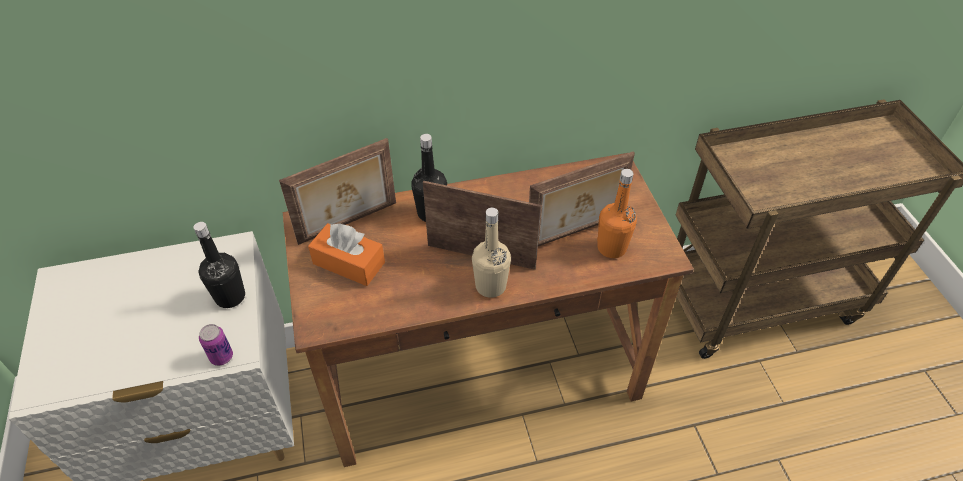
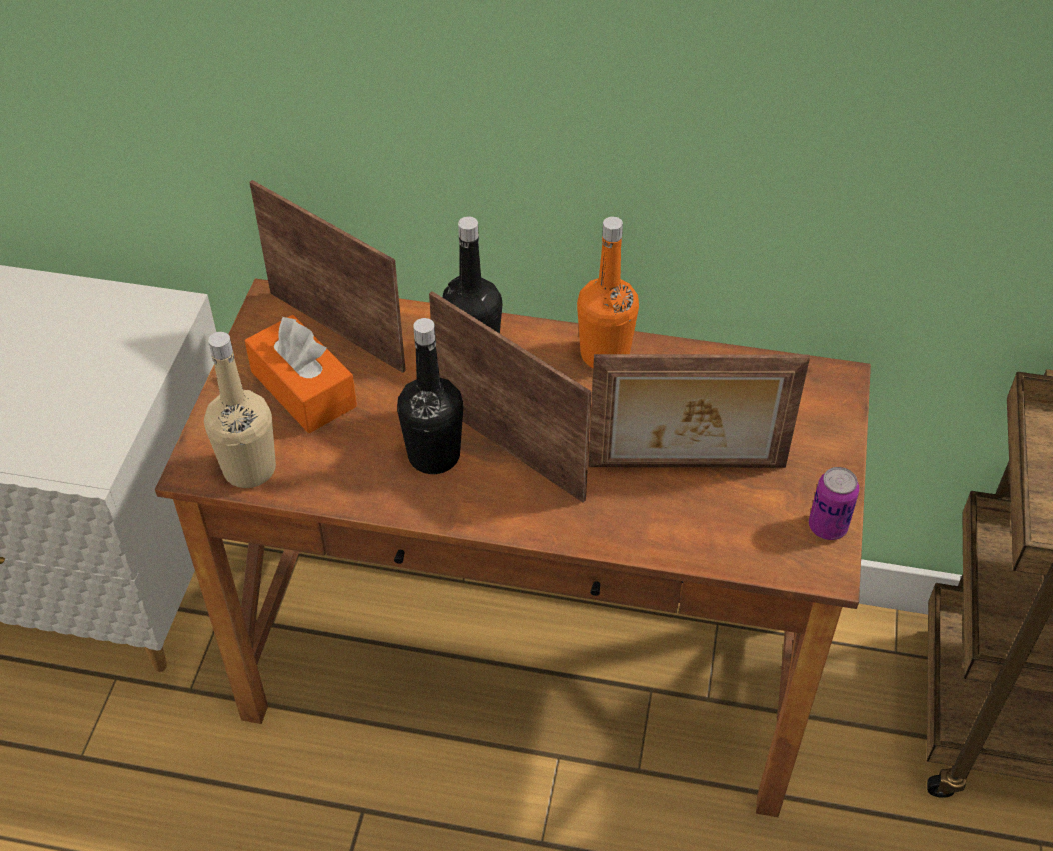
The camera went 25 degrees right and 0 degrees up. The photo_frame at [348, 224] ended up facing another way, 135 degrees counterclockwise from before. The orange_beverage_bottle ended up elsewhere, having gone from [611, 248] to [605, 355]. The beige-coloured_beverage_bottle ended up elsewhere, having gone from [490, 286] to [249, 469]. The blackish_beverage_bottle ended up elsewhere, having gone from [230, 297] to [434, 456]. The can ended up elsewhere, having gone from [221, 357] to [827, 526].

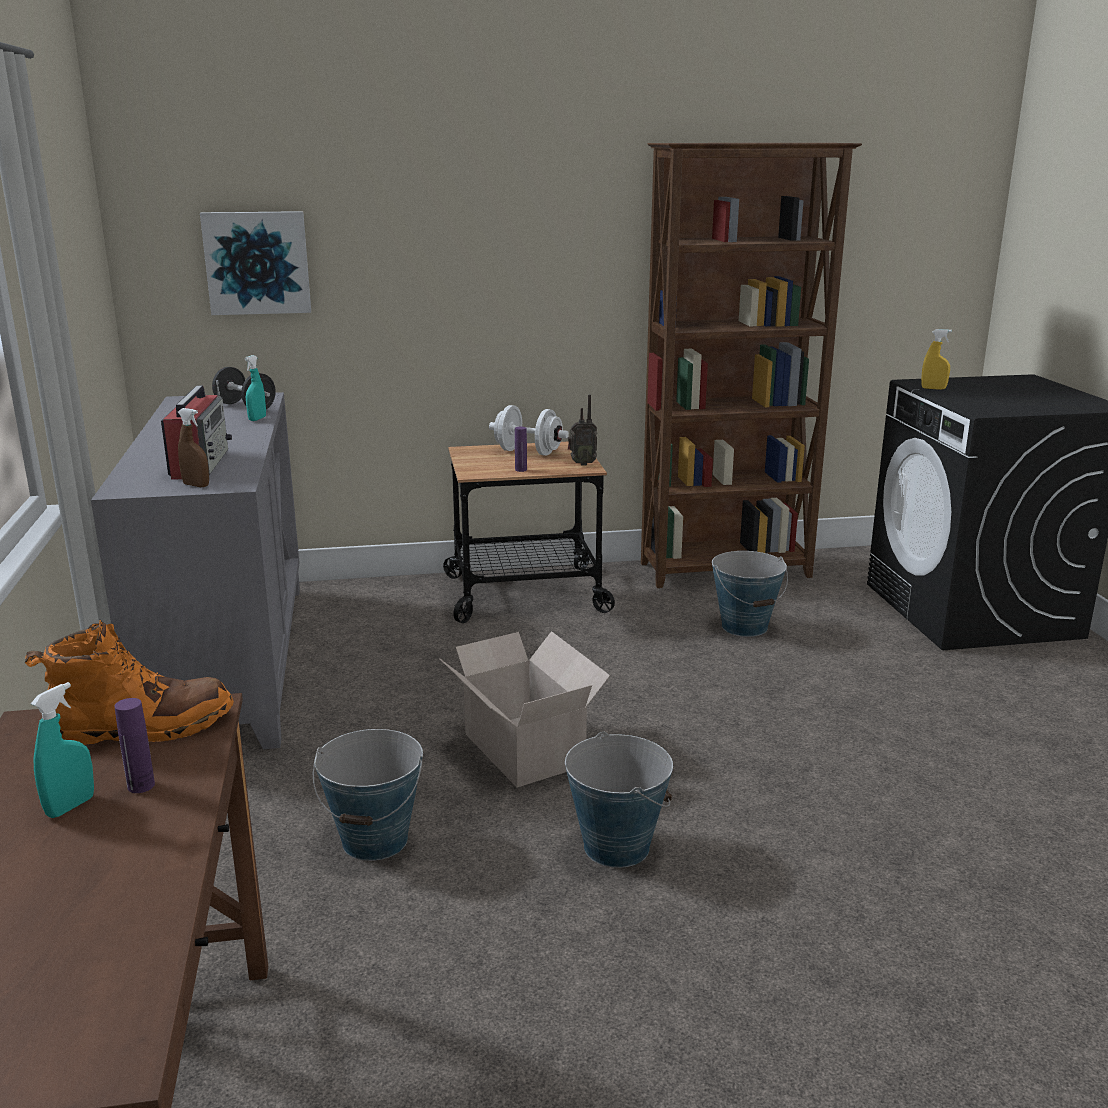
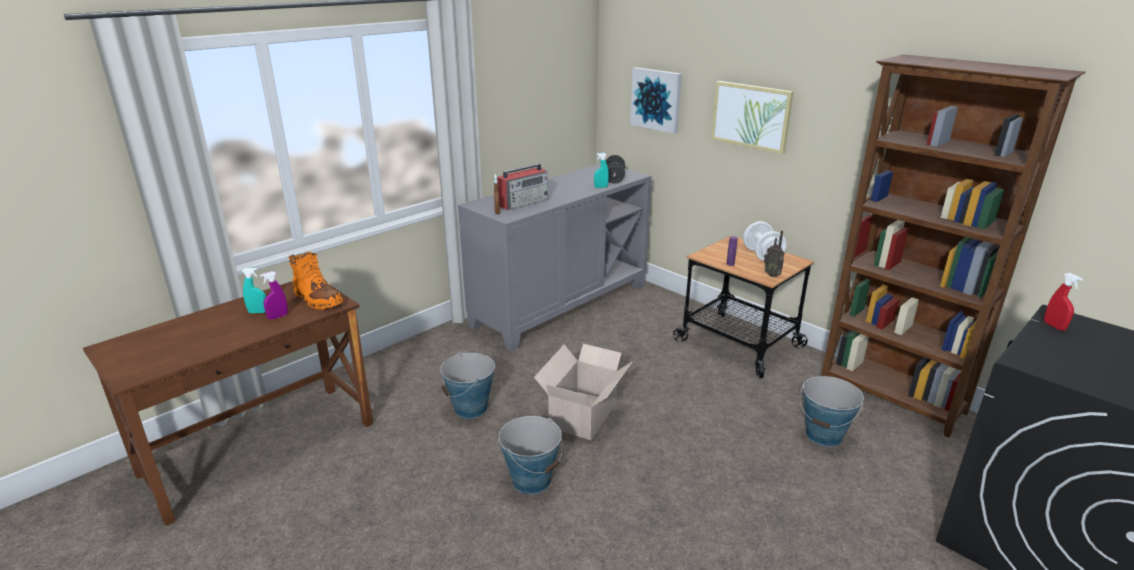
The camera went 55 degrees right and 5 degrees up. What was the yellowish_spray_bottle at [933, 388] turned into the red_spray_bottle at [1054, 326]. Where the purple_beverage_bottle stood at [141, 786], the purple_spray_bottle came to stand at [278, 317]. The second view gained the picture at [751, 116].

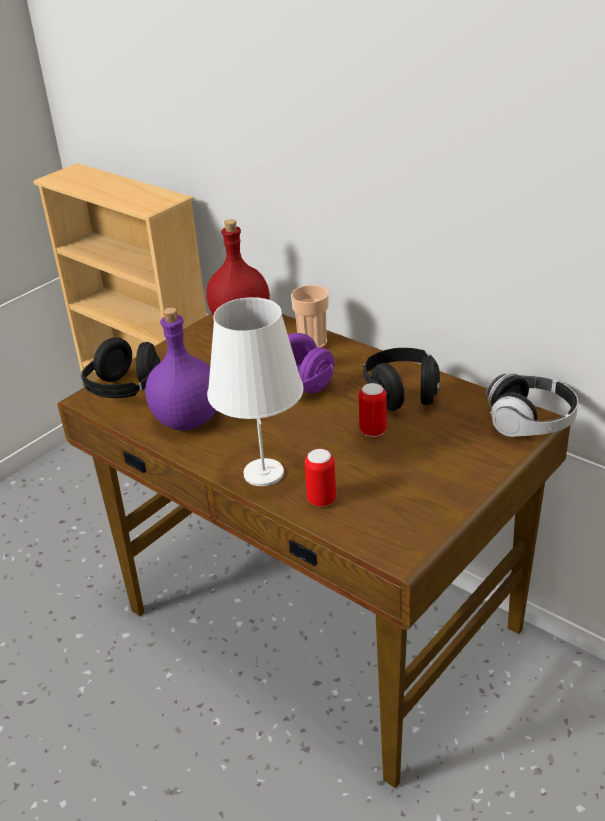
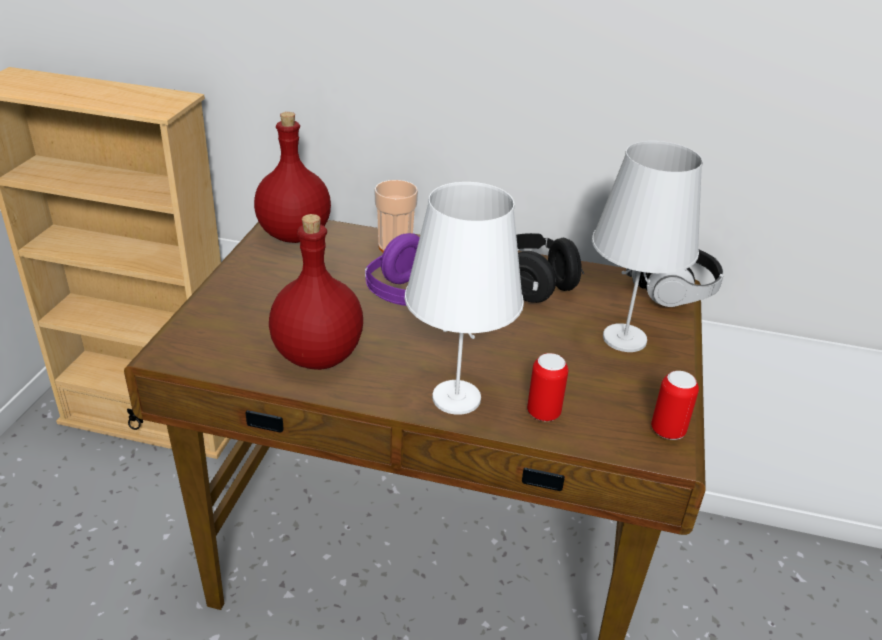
The camera went 30 degrees left and 0 degrees up. What was the purple_beverage_bottle at [186, 420] turned into the red_beverage_bottle at [316, 357]. The second view lost the blackish_headphones at [125, 390]. The can ended up elsewhere, having gone from [373, 431] to [667, 431]. The second view gained the white-coloured_lamp_for_a_table at [625, 338].

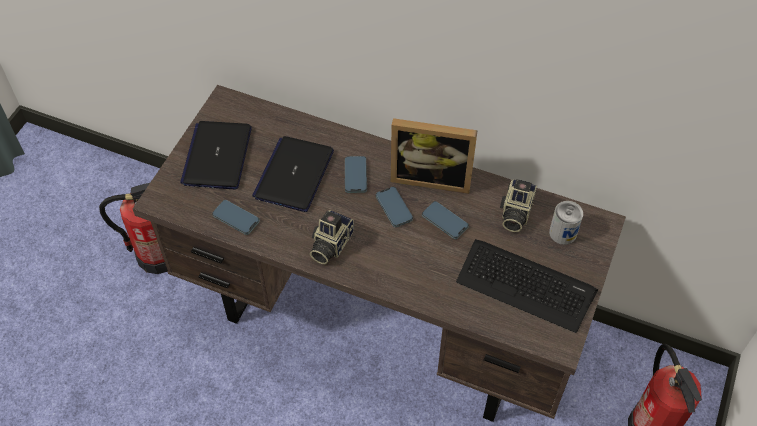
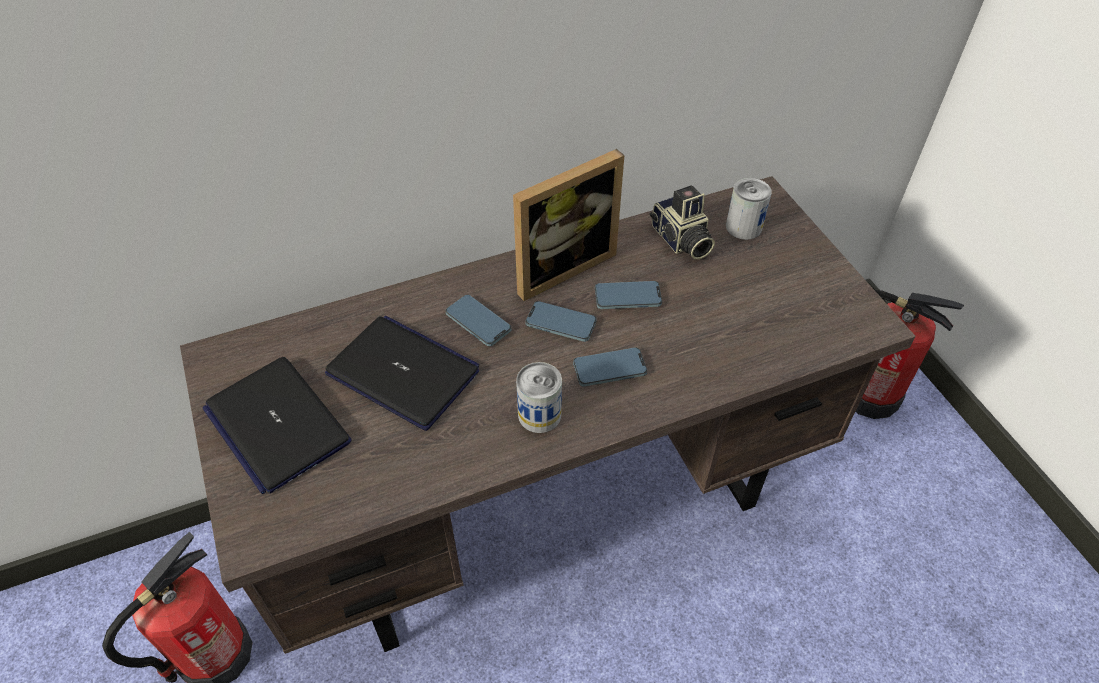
The camera went 45 degrees left and 5 degrees down. The notebook_computer at [294, 174] ended up facing another way, 150 degrees clockwise from before. The phone ended up elsewhere, having gone from [236, 218] to [609, 369]. Where the photo_camera stood at [330, 244], the can came to stand at [539, 414]. The second view lost the PC_keyboard at [525, 285].

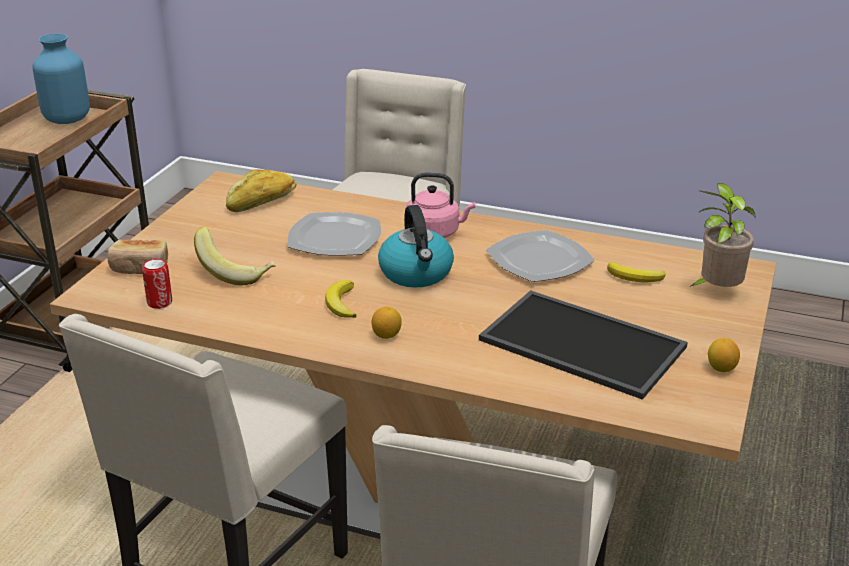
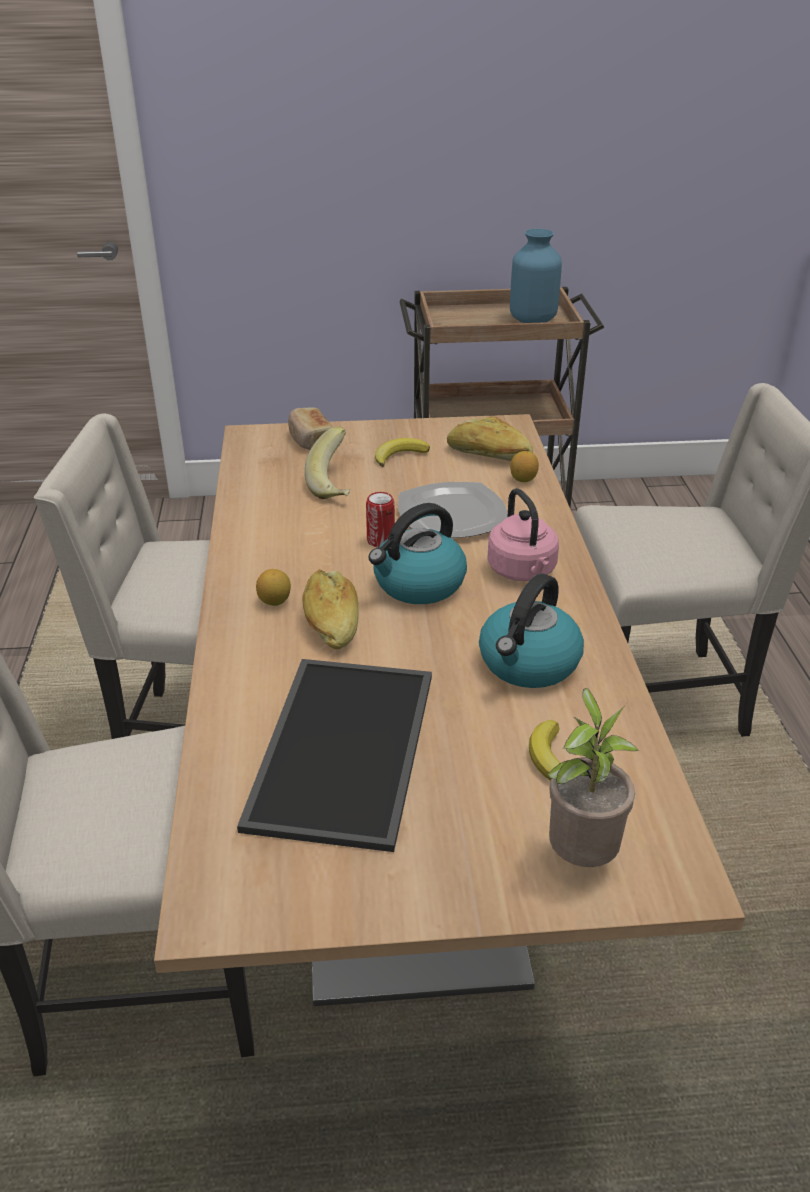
The camera went 65 degrees right and 5 degrees up. Where the flat_dish stood at [539, 259], the kettle came to stand at [528, 664]. The can ended up elsewhere, having gone from [159, 302] to [380, 541]. The banana ended up elsewhere, having gone from [341, 303] to [399, 455]. The whole_lemon ended up elsewhere, having gone from [721, 368] to [523, 479]. The second view gained the baked_bread at [330, 621].

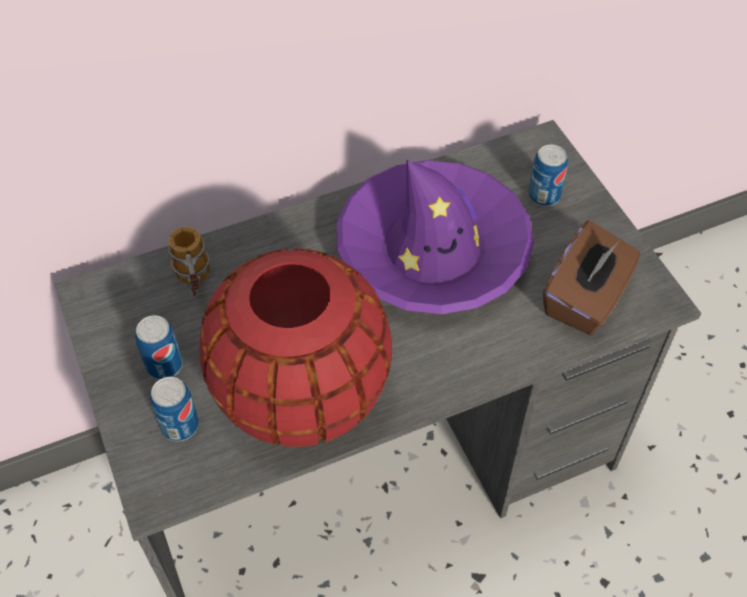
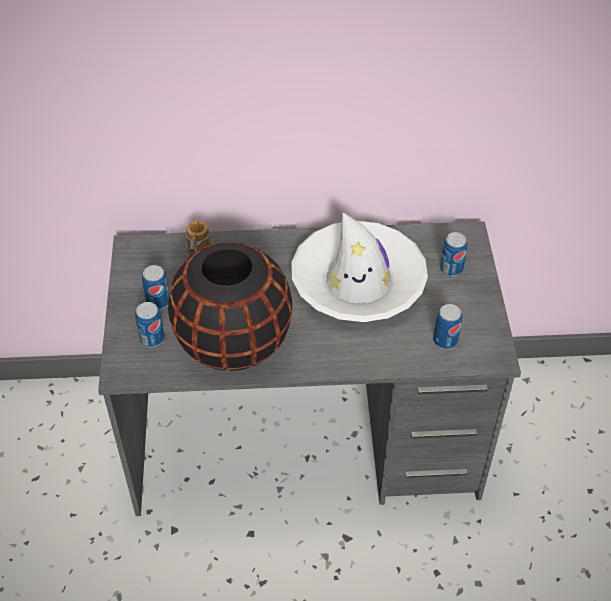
The camera went 20 degrees right and 5 degrees down. What was the purple_wearable_hat at [433, 250] turned into the white-coloured_wearable_hat at [358, 282]. Where the brown_tissue_box stood at [585, 298], the can came to stand at [445, 340]. What was the red_vase at [301, 393] turned into the blackish_vase at [233, 342].

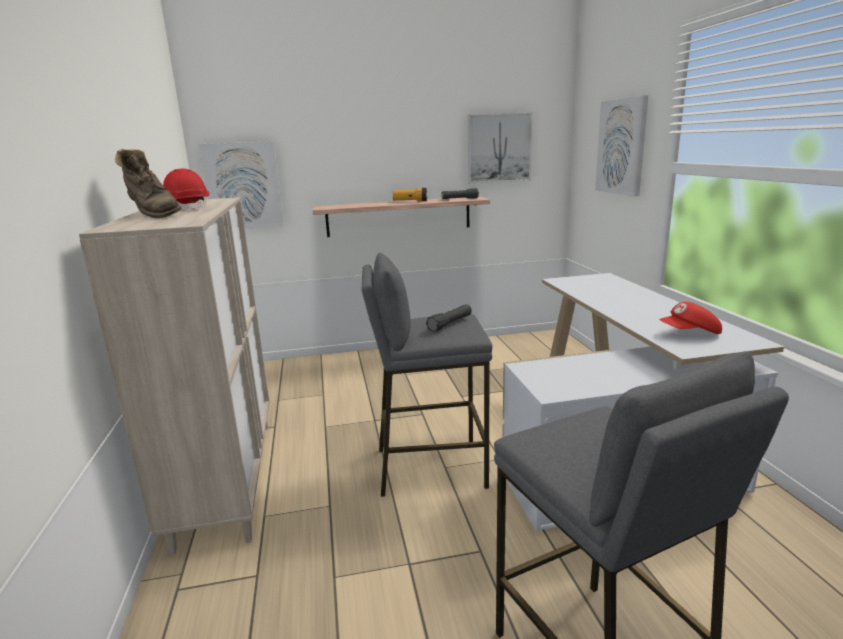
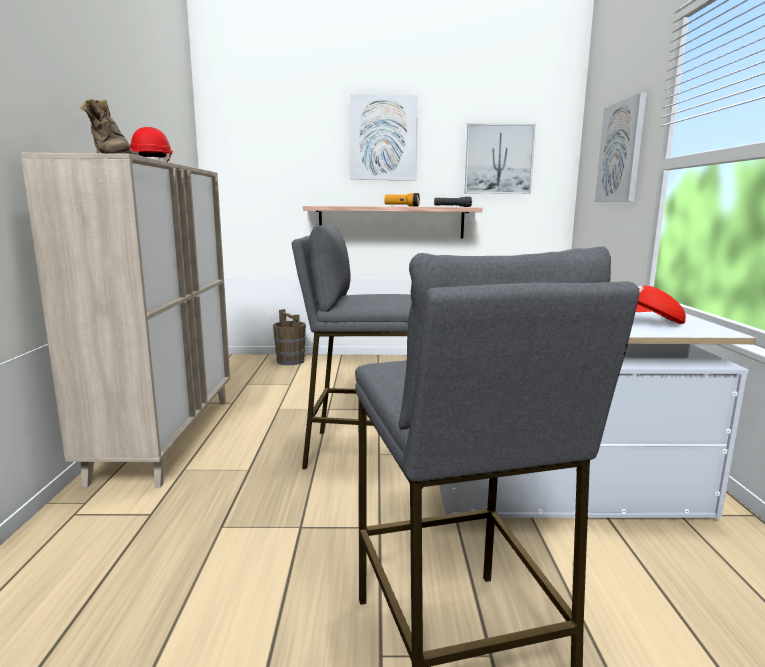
The camera went 10 degrees right and 5 degrees down. The picture ended up elsewhere, having gone from [243, 186] to [383, 138]. The second view lost the blackish_hand_torch at [450, 324]. The second view gained the brown_water_bucket at [290, 361].

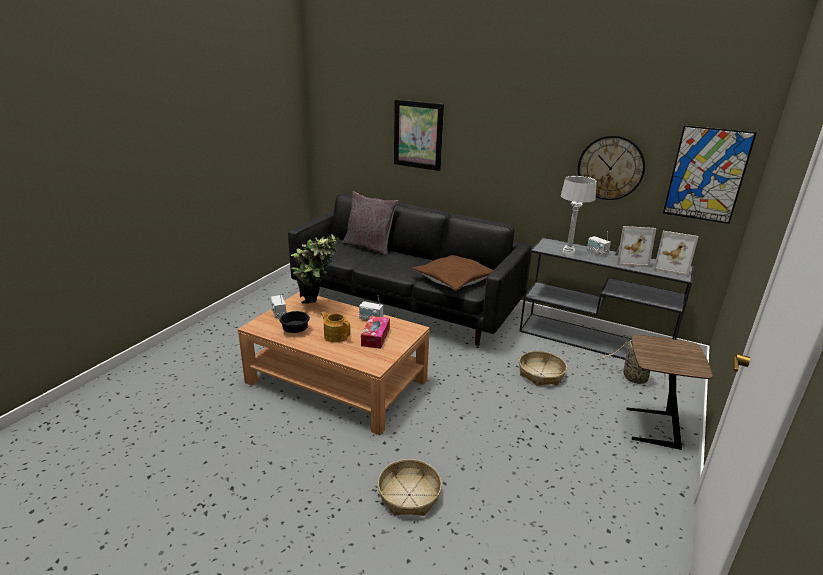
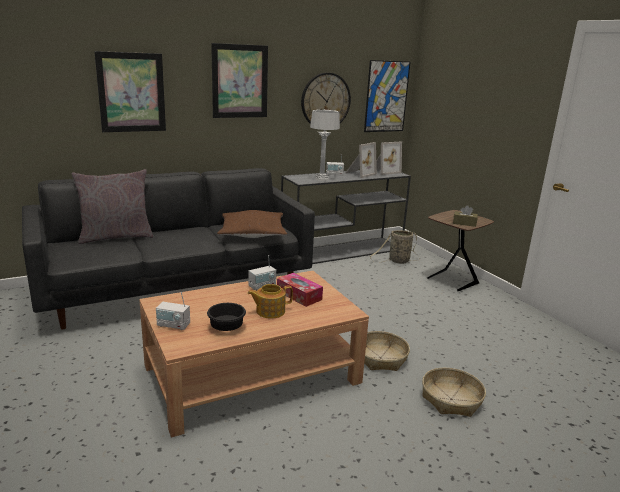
The camera went 55 degrees left and 5 degrees down. The second view lost the potted_plant at [318, 307]. The basket ended up elsewhere, having gone from [541, 374] to [380, 358]. The second view gained the picture at [240, 81]. The second view gained the brown_tissue_box at [464, 223].

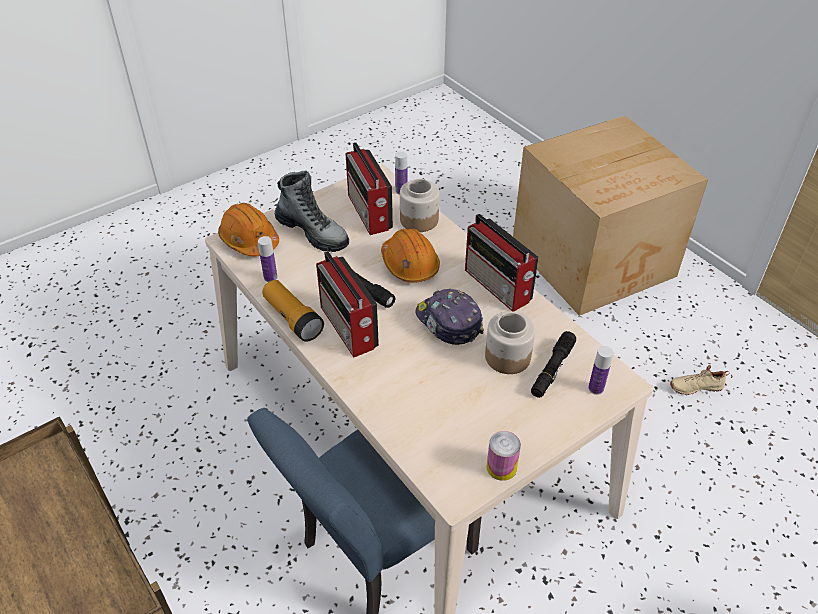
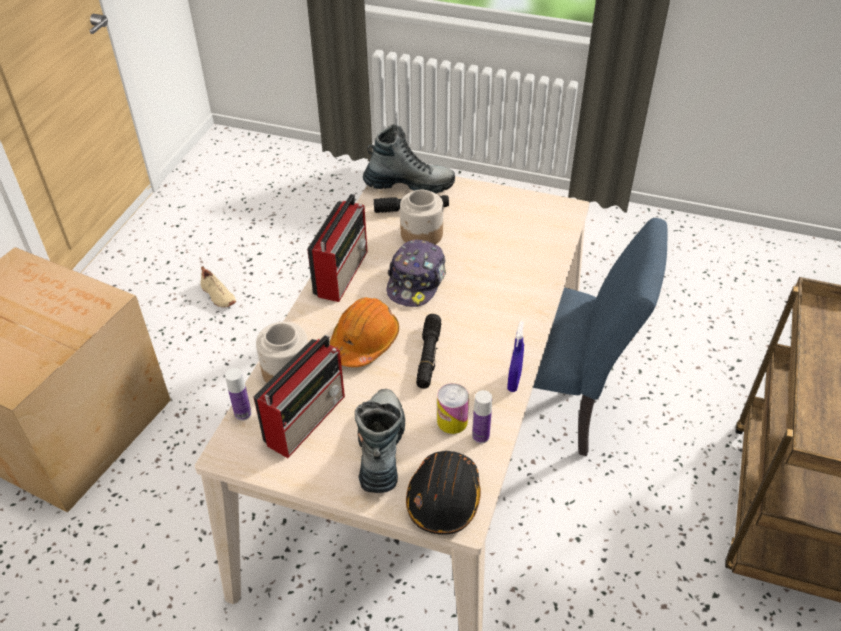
The camera went 125 degrees left and 0 degrees up. What was the orange_work_helmet at [249, 240] turned into the blackish_work_helmet at [444, 498]. The second view lost the radio_receiver at [349, 328]. Where the hand_torch stood at [292, 319], the blue-coloured_spray_bottle came to stand at [514, 382]. Where the beverage_bottle stood at [596, 388], the high-top_boot came to stand at [409, 184]. The can ended up elsewhere, having gone from [501, 467] to [452, 421].

